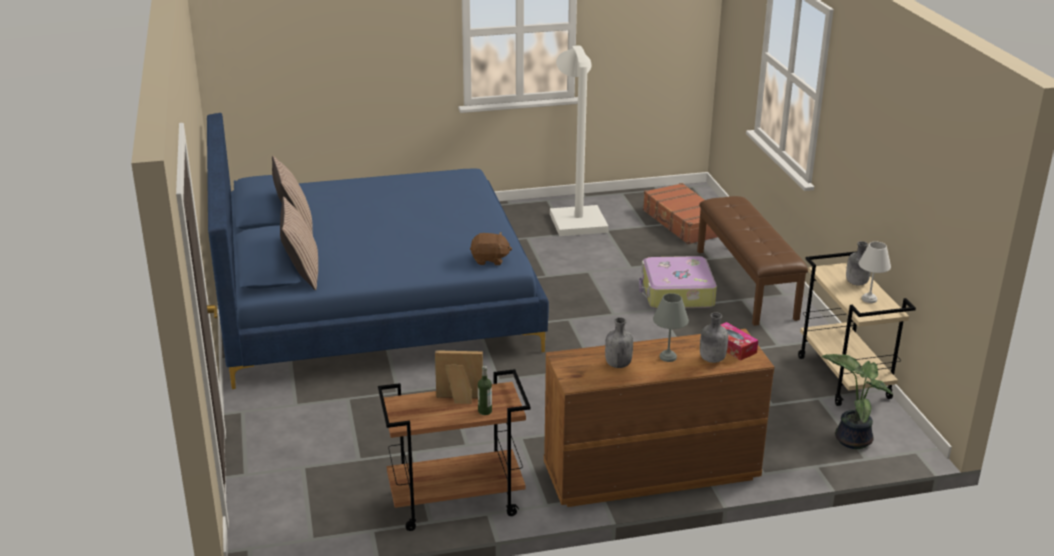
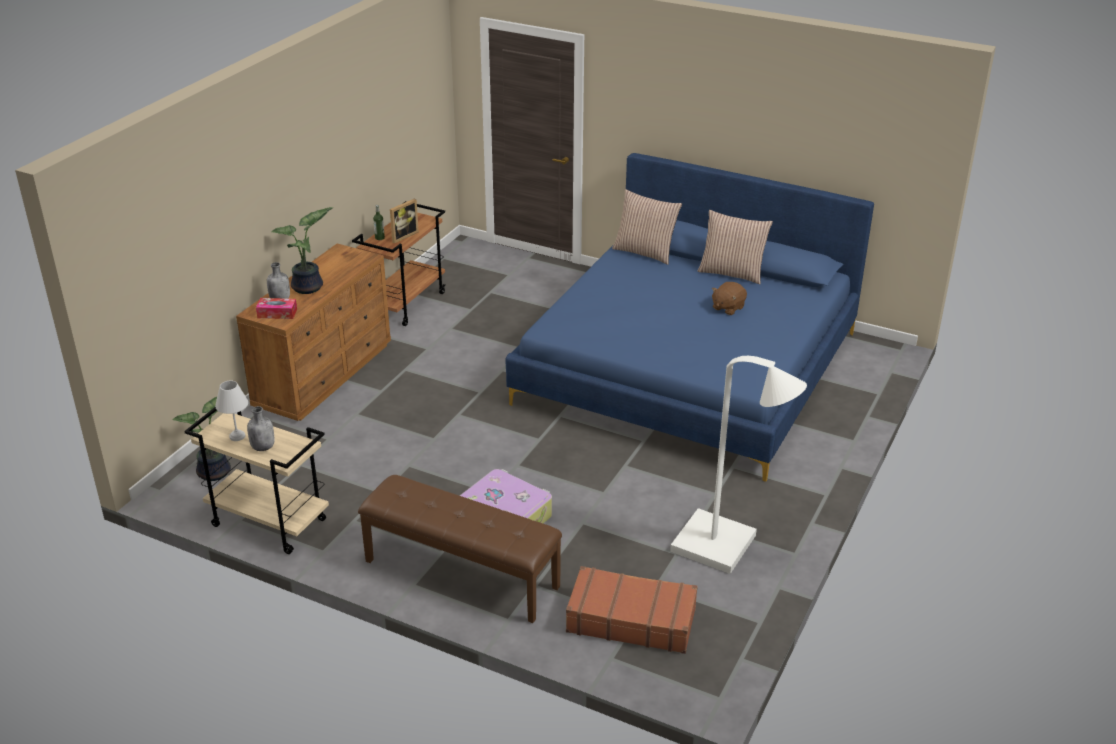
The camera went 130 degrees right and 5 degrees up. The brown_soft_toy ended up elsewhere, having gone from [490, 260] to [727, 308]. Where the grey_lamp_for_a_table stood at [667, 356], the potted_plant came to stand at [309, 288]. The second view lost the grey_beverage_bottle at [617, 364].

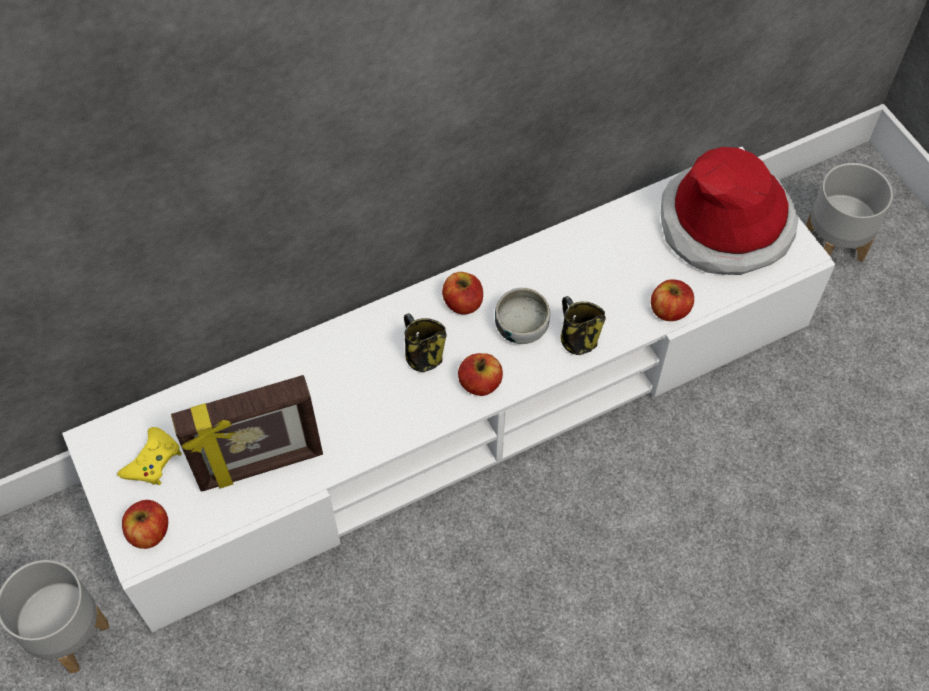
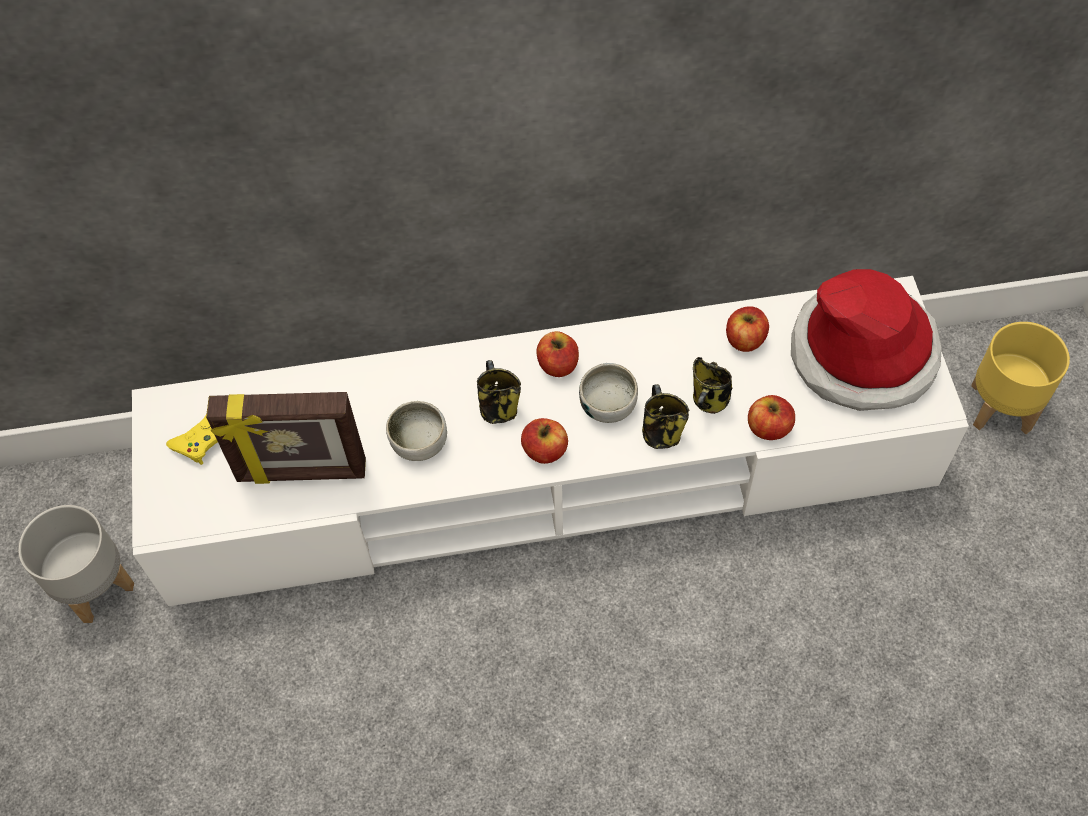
The camera went 20 degrees right and 0 degrees up. What was the grey_planter at [835, 244] turned into the yellowish_planter at [1002, 408]. The apple ended up elsewhere, having gone from [149, 532] to [745, 339]. The second view gained the tea_mug at [709, 401]. The second view gained the bowl at [419, 442].

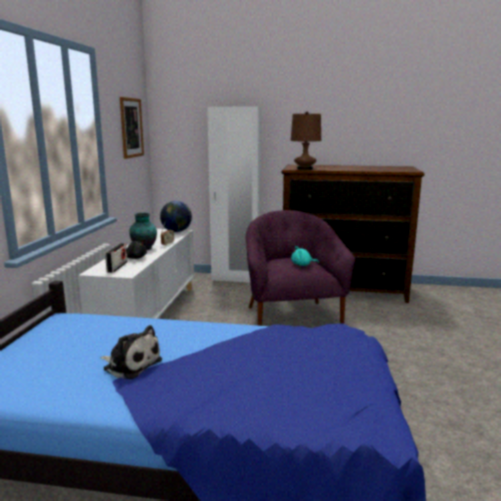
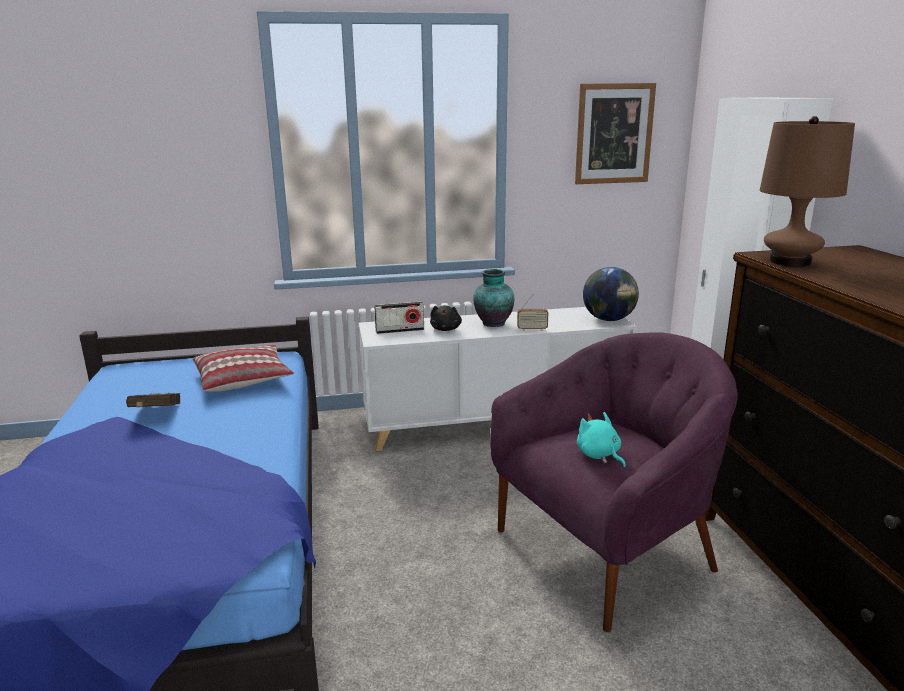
The camera went 70 degrees right and 5 degrees up. Where the soft_toy stood at [130, 364], the red_volume came to stand at [155, 416]. The second view gained the throw_pillow at [243, 379].

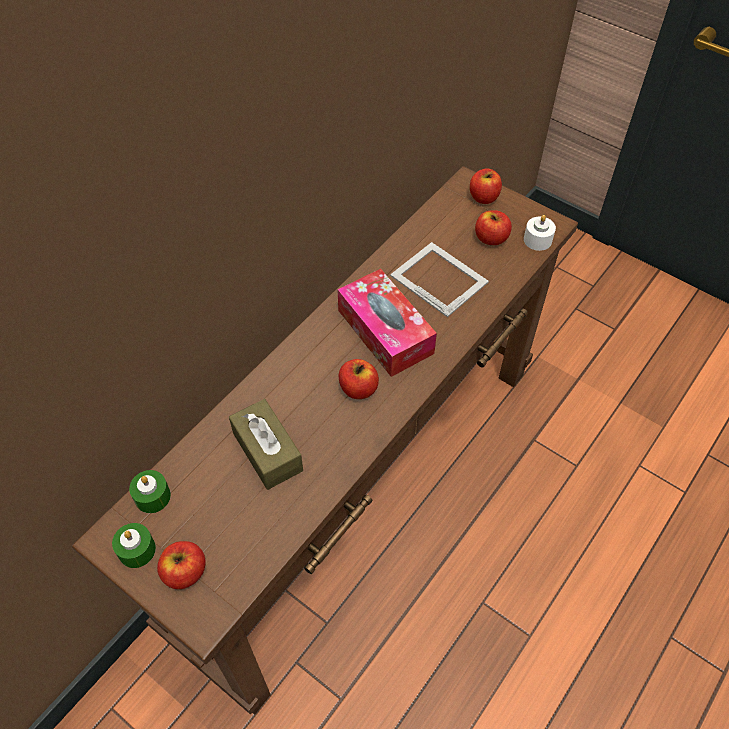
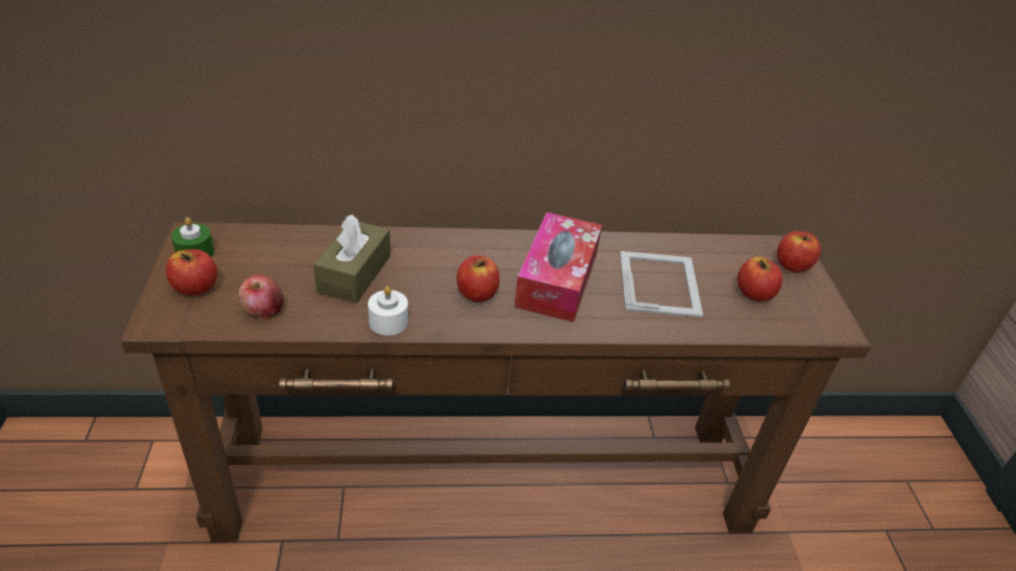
The camera went 45 degrees right and 15 degrees down. The white-coloured_wax_candle ended up elsewhere, having gone from [537, 240] to [388, 322]. The second view lost the green_wax_candle at [152, 496]. The second view gained the apple at [263, 310].

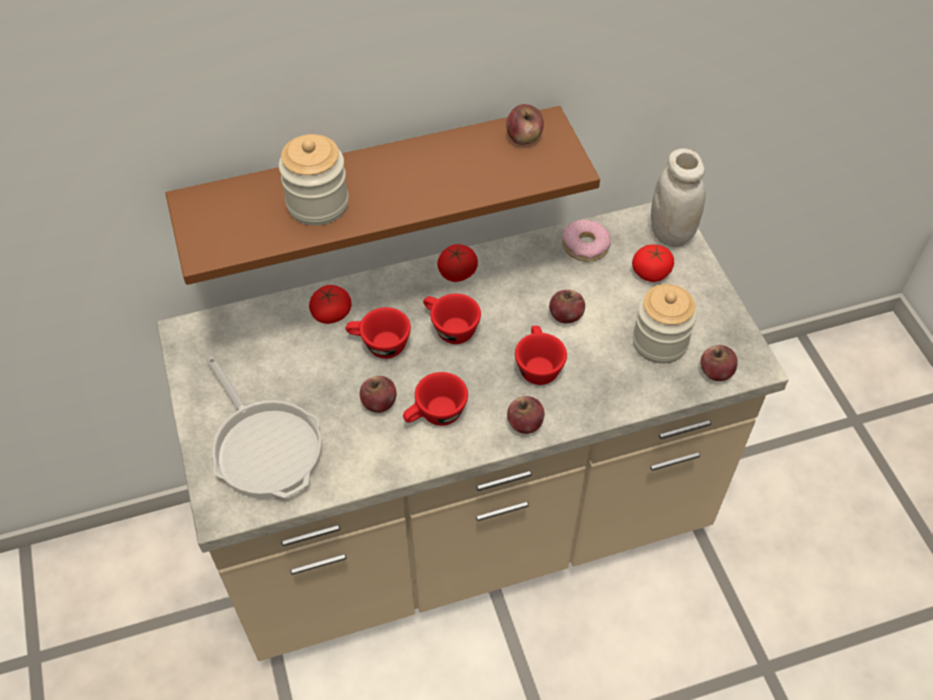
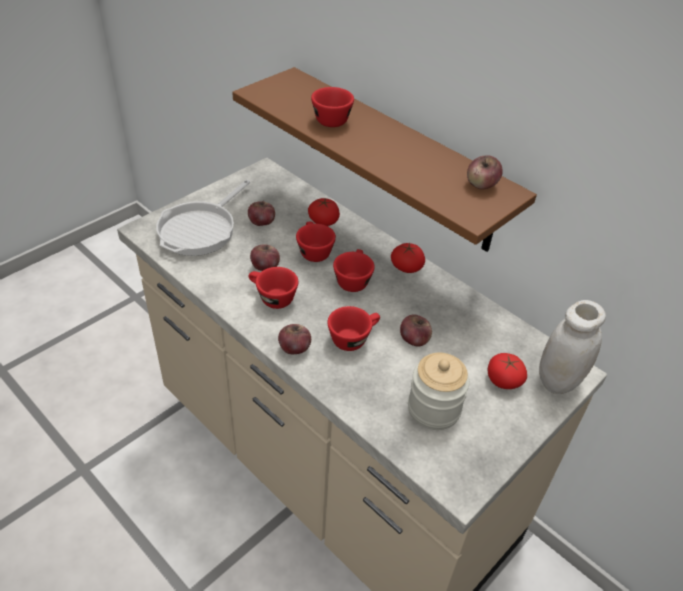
The camera went 60 degrees right and 10 degrees down. Where the storage_jar stood at [318, 204], the red_cup came to stand at [330, 118]. The second view lost the ring_doughnut at [585, 246]. The apple ended up elsewhere, having gone from [715, 372] to [261, 222].

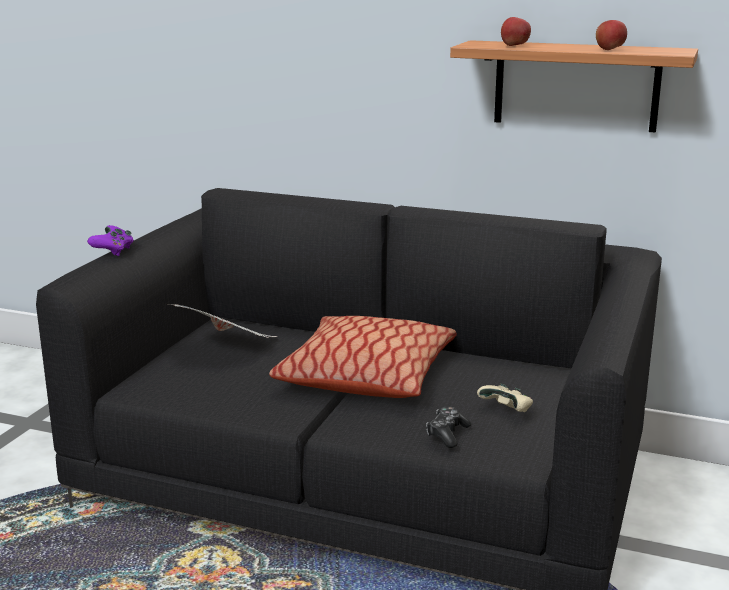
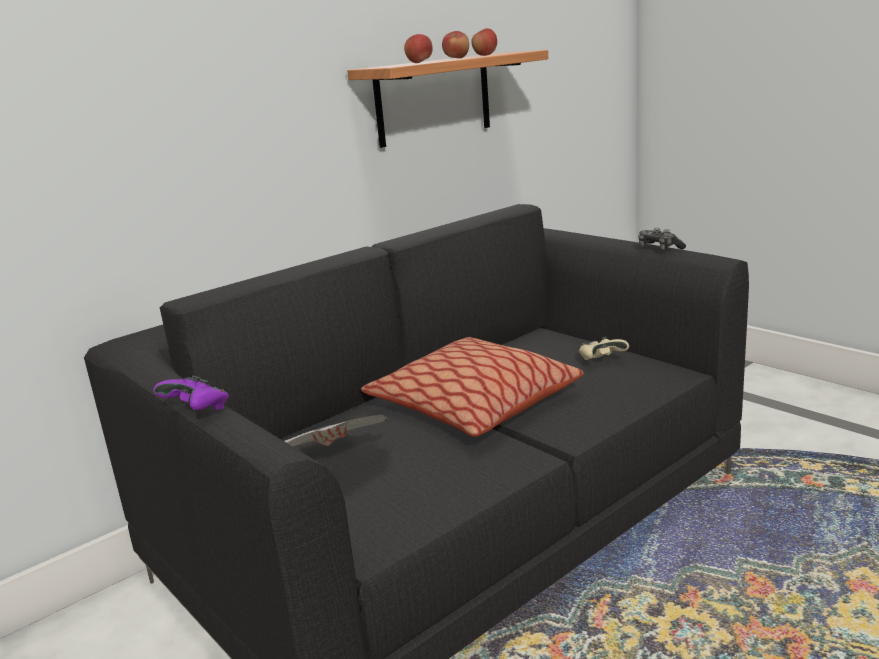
The camera went 60 degrees left and 0 degrees up. The joypad ended up elsewhere, having gone from [447, 434] to [659, 248]. The second view gained the apple at [456, 58].

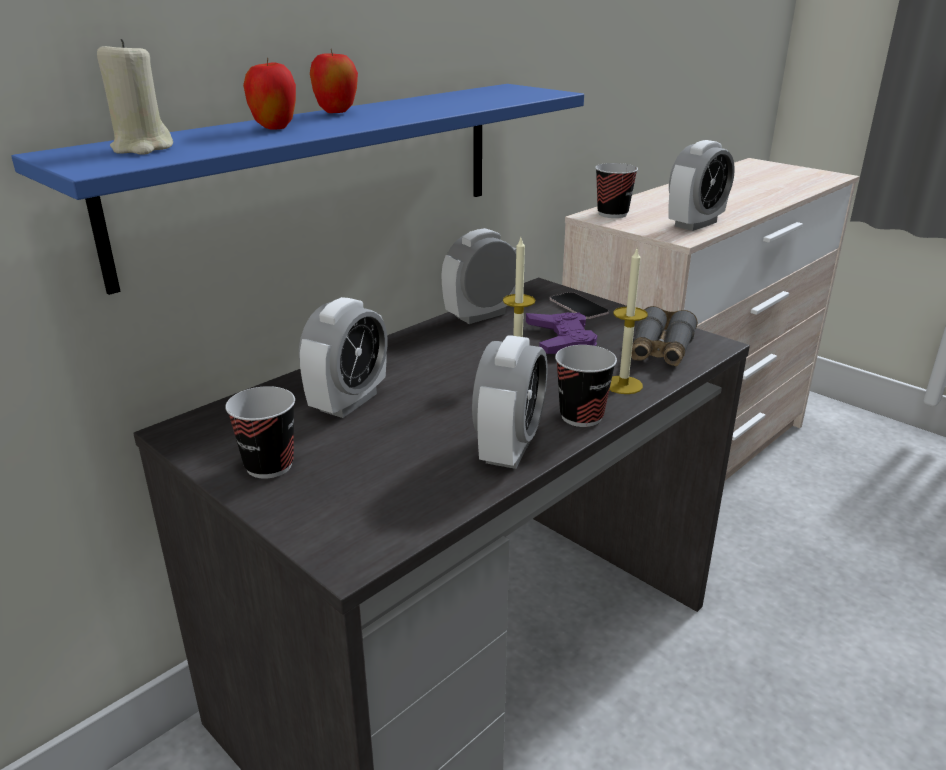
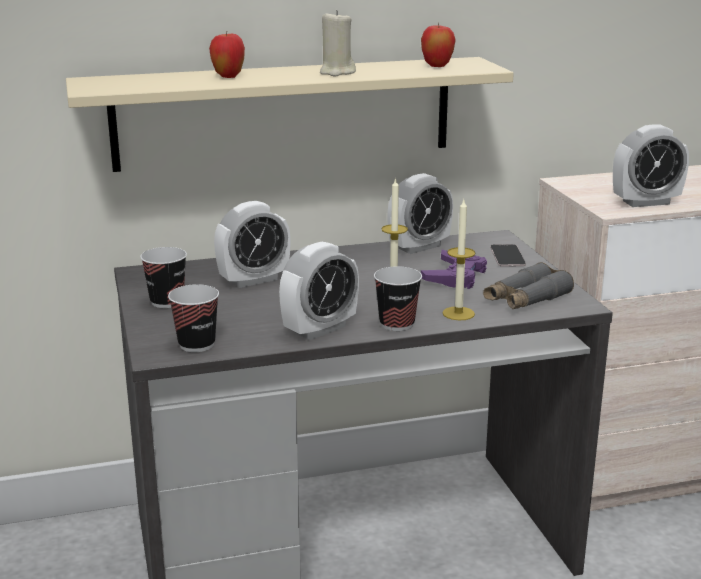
The camera went 30 degrees right and 5 degrees down. The beige-coloured_wax_candle ended up elsewhere, having gone from [142, 148] to [337, 72]. The apple ended up elsewhere, having gone from [336, 113] to [437, 67]. What was the blue-coloured_shelf at [320, 175] turned into the beige-coloured_shelf at [284, 113]. The cup ended up elsewhere, having gone from [612, 214] to [196, 344]. The bedside_clock at [481, 315] ended up facing another way, 150 degrees clockwise from before.

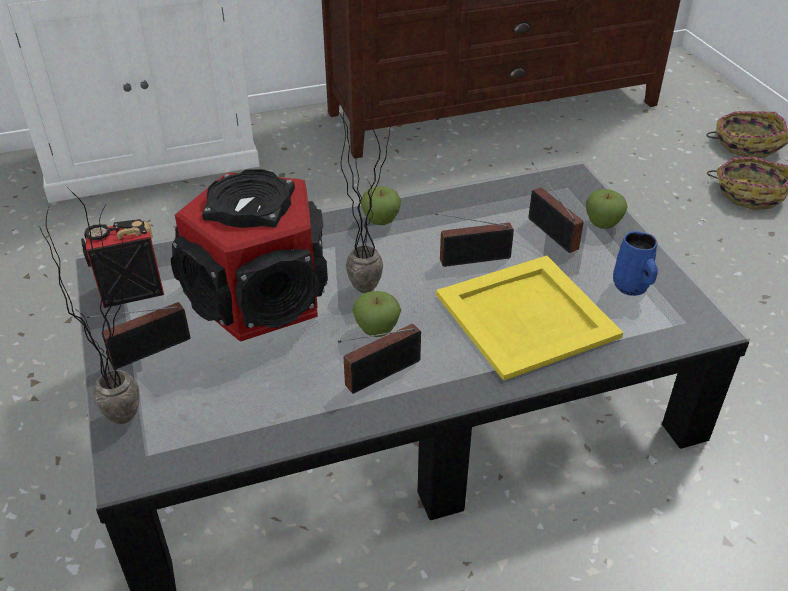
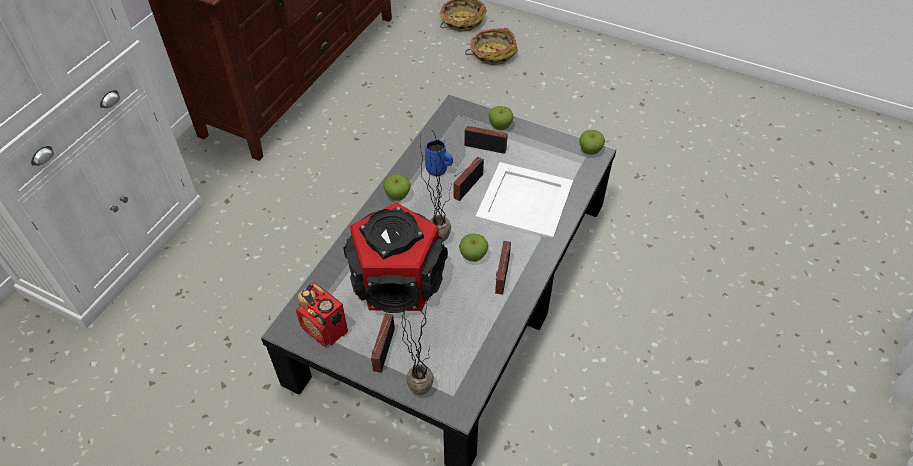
The camera went 45 degrees left and 10 degrees up. The radio_receiver at [130, 290] ended up facing another way, 75 degrees counterclockwise from before. The blue-coloured_tea_mug ended up elsewhere, having gone from [631, 287] to [437, 170]. What was the yellowish_tray at [528, 316] turned into the white-coloured_tray at [526, 200]. The second view gained the apple at [590, 151].

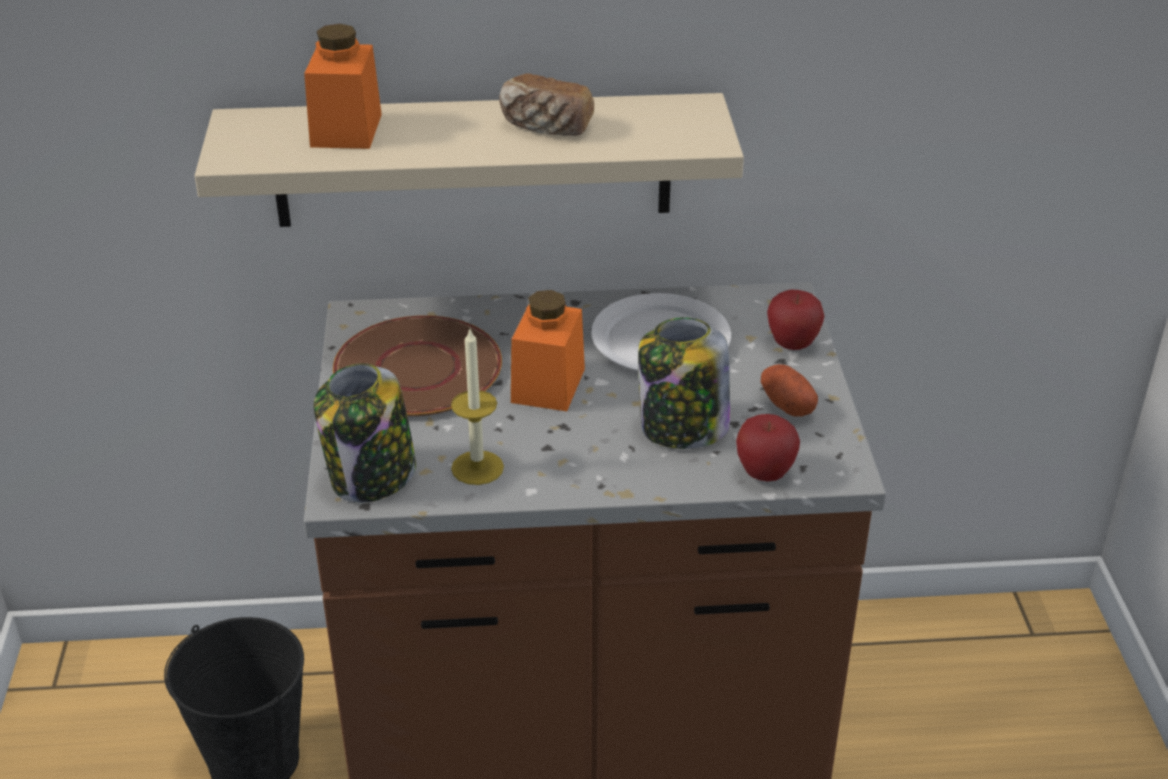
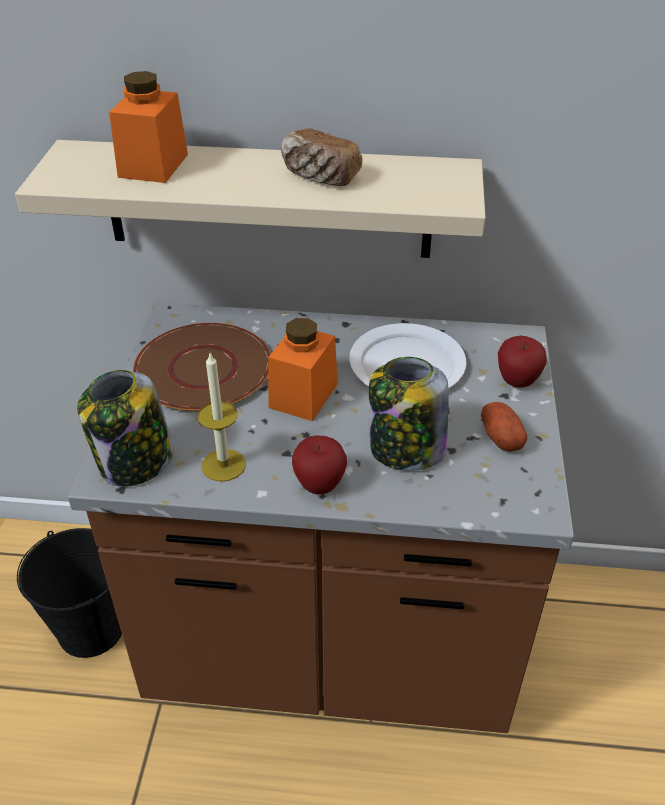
The camera went 10 degrees right and 5 degrees up. The apple ended up elsewhere, having gone from [765, 473] to [319, 485].

